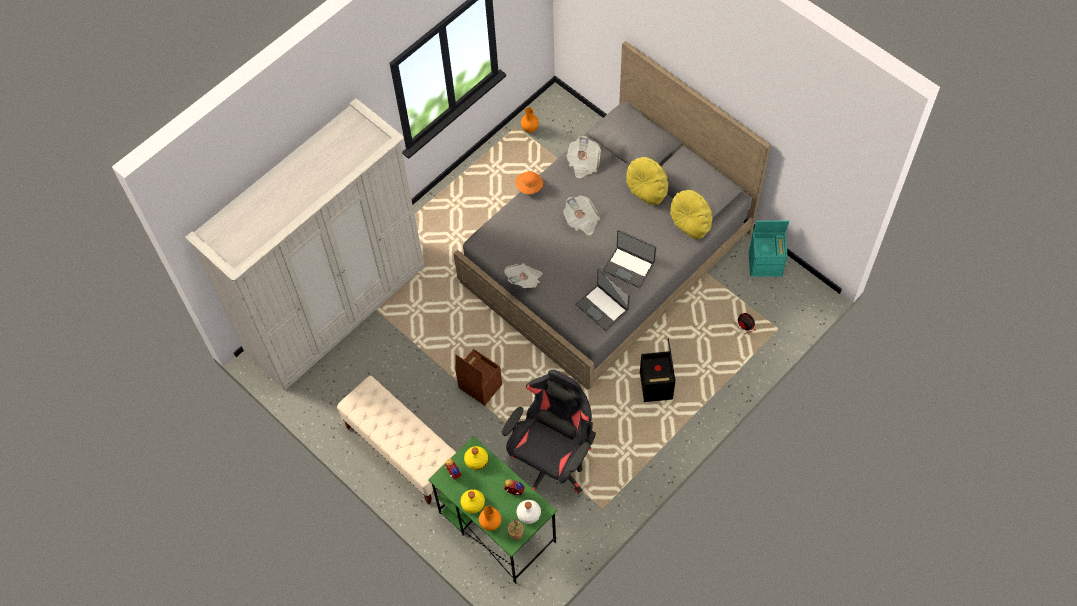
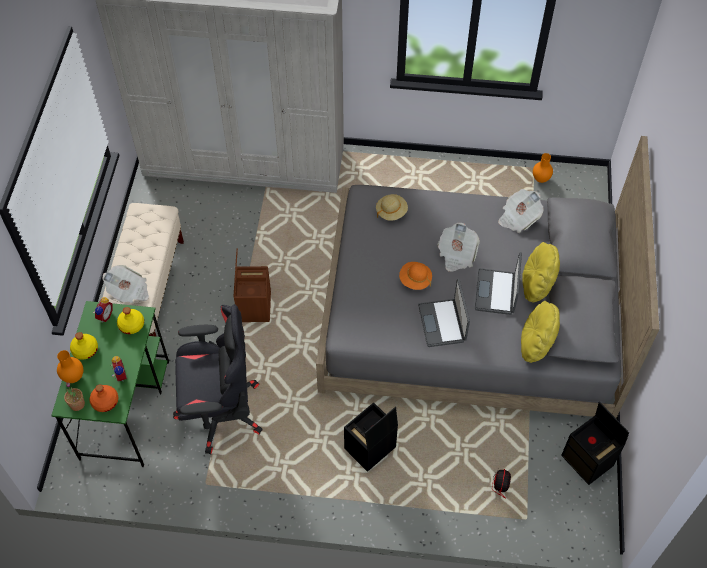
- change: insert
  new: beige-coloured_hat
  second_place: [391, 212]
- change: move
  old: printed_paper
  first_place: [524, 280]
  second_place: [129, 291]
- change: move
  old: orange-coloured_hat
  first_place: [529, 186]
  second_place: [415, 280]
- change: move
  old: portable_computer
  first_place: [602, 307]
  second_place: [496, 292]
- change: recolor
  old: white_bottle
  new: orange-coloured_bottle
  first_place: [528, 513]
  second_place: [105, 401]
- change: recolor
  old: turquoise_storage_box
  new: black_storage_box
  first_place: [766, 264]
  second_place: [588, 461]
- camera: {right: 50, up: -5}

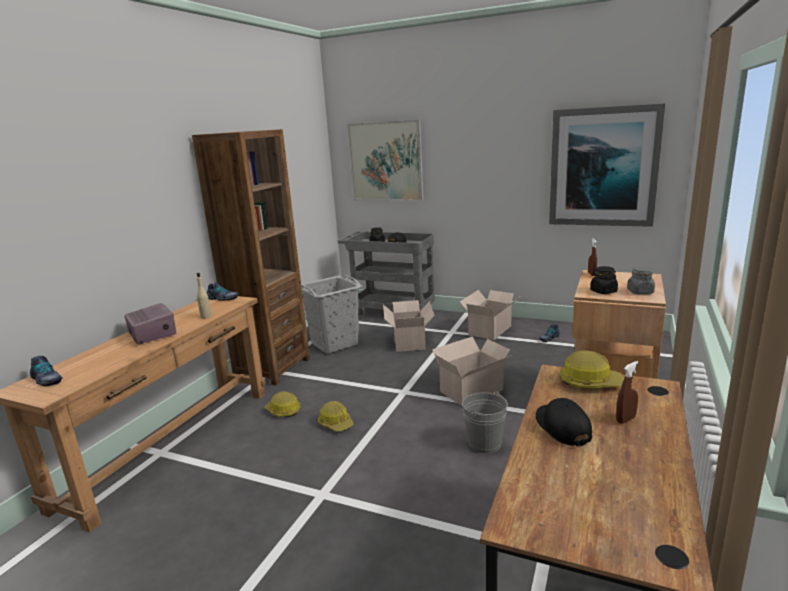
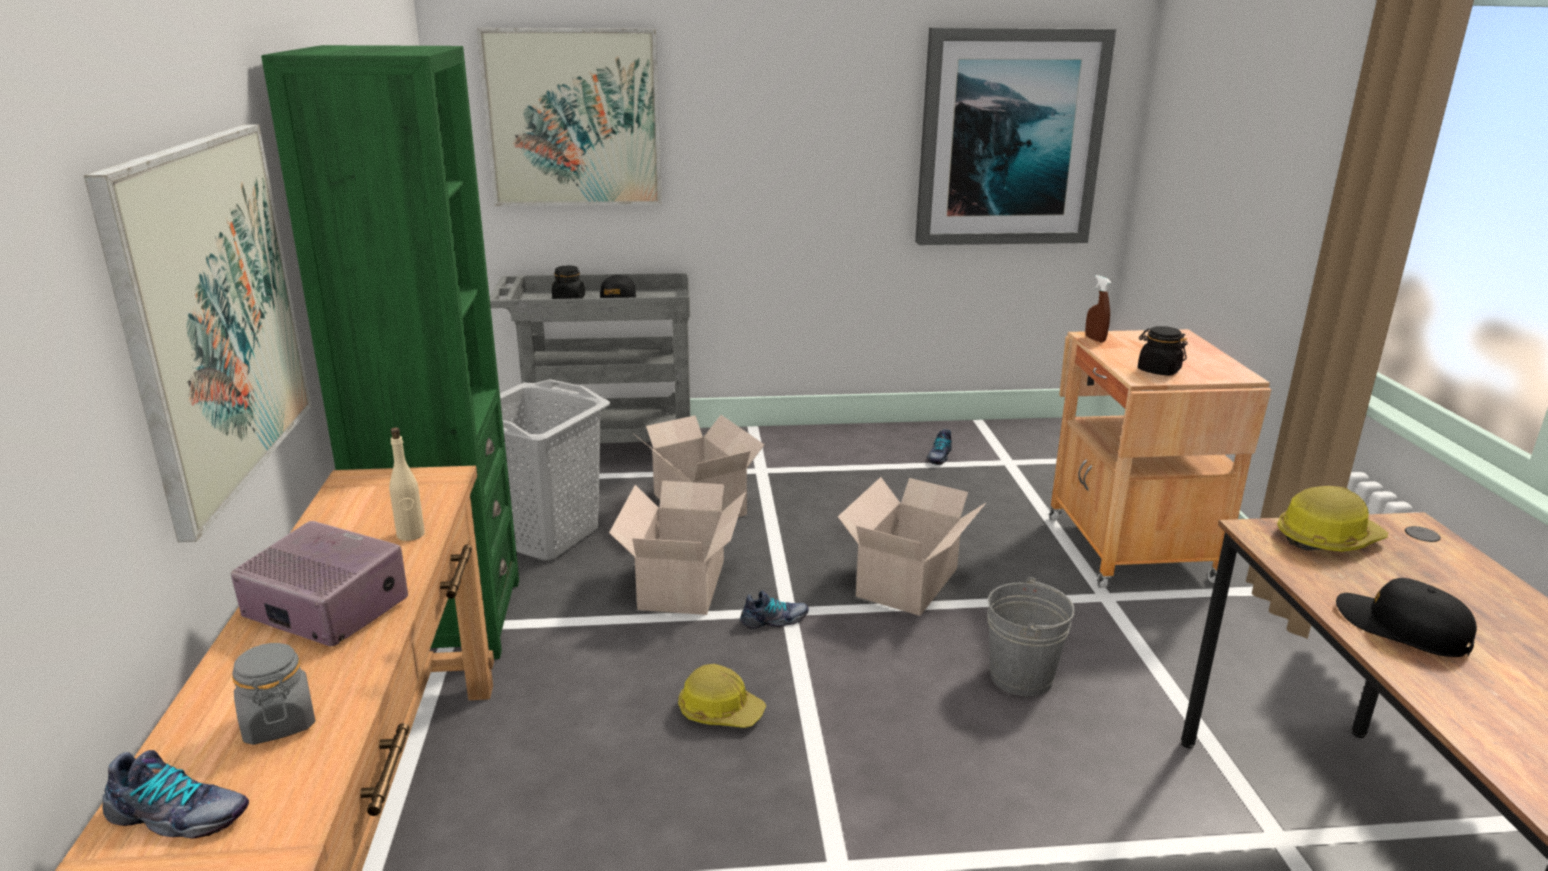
- change: delete
  old: hard_hat
  first_place: [283, 411]
- change: delete
  old: brownish_spray_bottle
  first_place: [625, 419]
- change: insert
  new: picture
  second_place: [213, 315]
- change: move
  old: shoe
  first_place: [222, 298]
  second_place: [774, 620]
- change: move
  old: packing_box
  first_place: [491, 330]
  second_place: [683, 583]
- change: move
  old: grey_preserve_jar
  first_place: [640, 292]
  second_place: [278, 722]
- change: recolor
  old: brownish_shelving_unit
  new: greenish_shelving_unit
  first_place: [272, 368]
  second_place: [449, 620]
- camera: {right: -30, up: 5}

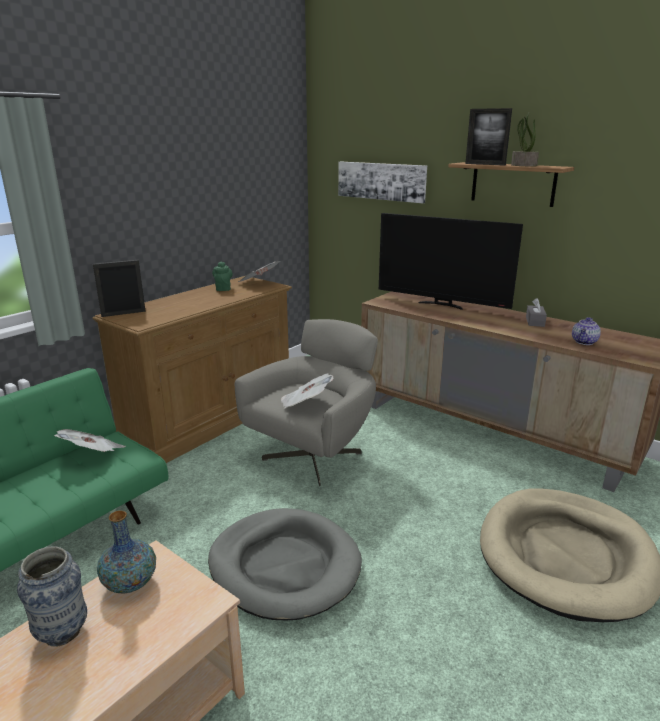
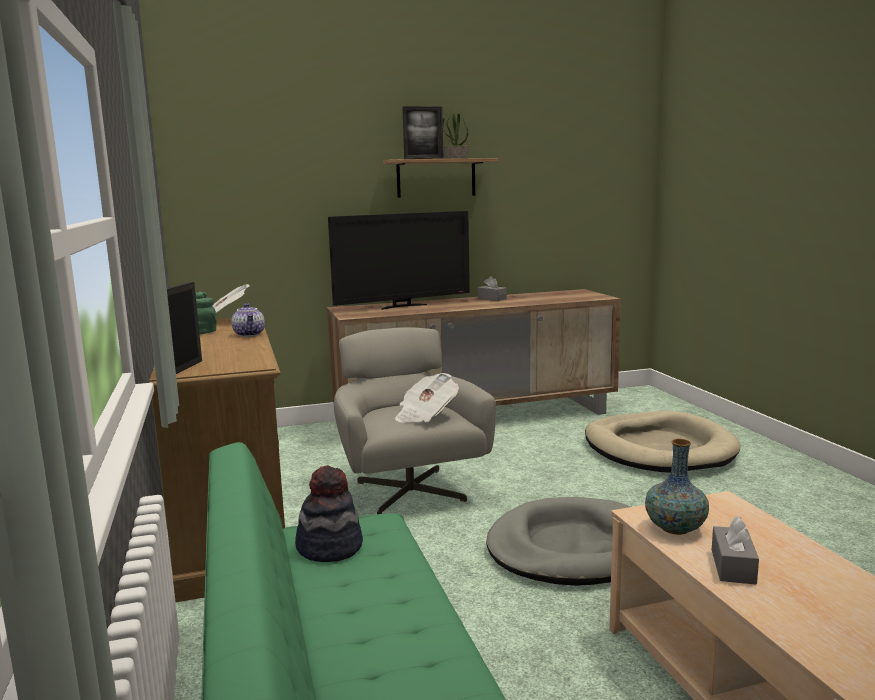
- change: delete
  old: picture
  first_place: [381, 181]
- change: move
  old: teapot
  first_place: [584, 342]
  second_place: [250, 334]
- change: replace
  old: flower_vase
  new: grey_tissue_holder
  first_place: [62, 633]
  second_place: [733, 566]
- change: replace
  old: printed_paper
  new: hat
  first_place: [93, 454]
  second_place: [329, 547]
- camera: {right: -55, up: -10}

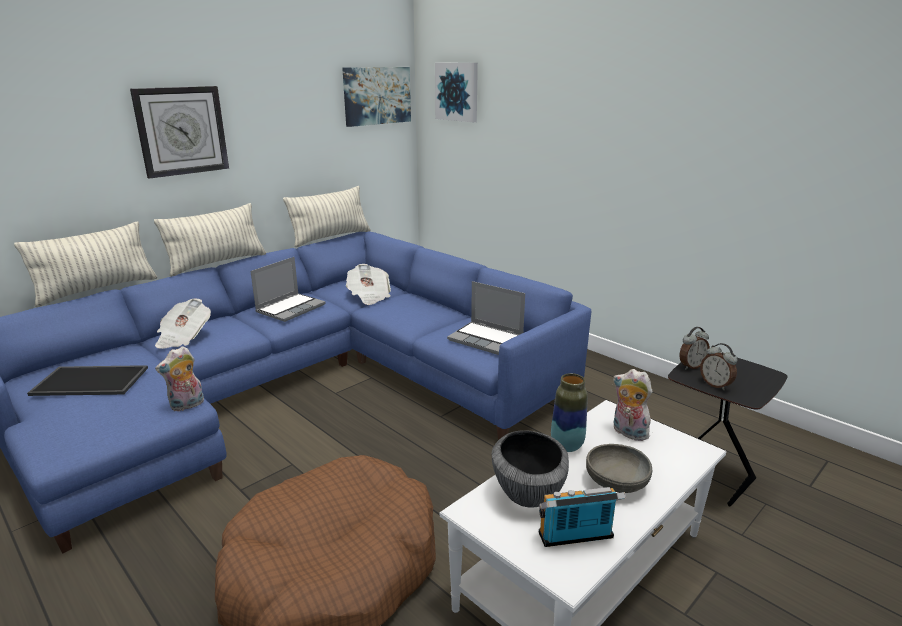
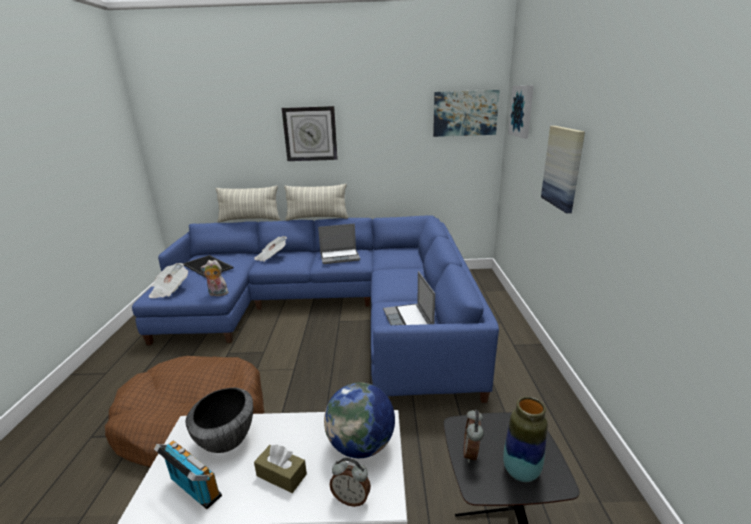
- change: delete
  old: cushion
  first_place: [331, 237]
- change: insert
  new: picture
  second_place: [563, 167]
- change: move
  old: printed_paper
  first_place: [369, 296]
  second_place: [170, 290]
- change: move
  old: flower_vase
  first_place: [567, 446]
  second_place: [521, 471]
- change: move
  old: bedside_clock
  first_place: [691, 366]
  second_place: [351, 498]
- change: replace
  old: grey_deep_dish
  new: brownish_tissue_holder
  first_place: [616, 483]
  second_place: [281, 475]
- change: replace
  old: soft_toy
  new: world_globe
  first_place: [628, 433]
  second_place: [361, 445]
- camera: {right: 45, up: 0}

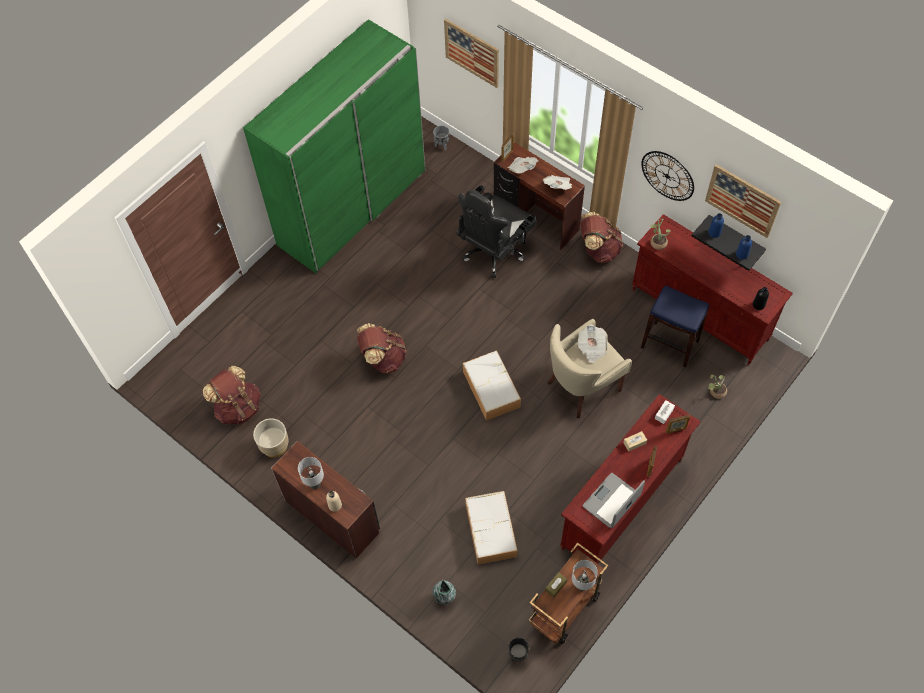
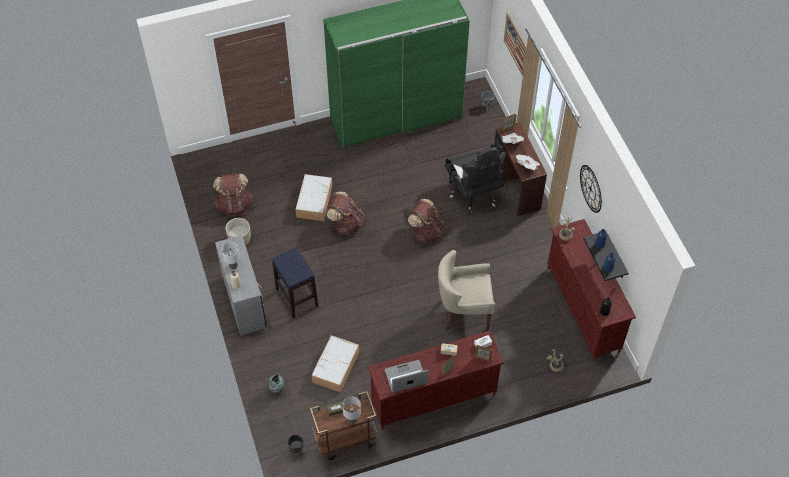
- change: delete
  old: printed_paper
  first_place: [592, 348]
- change: delete
  old: picture
  first_place: [742, 200]
- change: move
  old: storage_box
  first_place: [490, 388]
  second_place: [314, 200]
- change: move
  old: brownish_backpack
  first_place: [598, 249]
  second_place: [427, 232]
- change: move
  old: stool_seat
  first_place: [670, 344]
  second_place: [297, 298]
- change: recolor
  old: brownish_desk_table
  new: grey_desk_table
  first_place: [332, 515]
  second_place: [245, 301]
- change: rotate
  old: black_office_chair
  first_place: [495, 249]
  second_place: [472, 193]
  degrees: -90
- camera: {right: 30, up: -5}

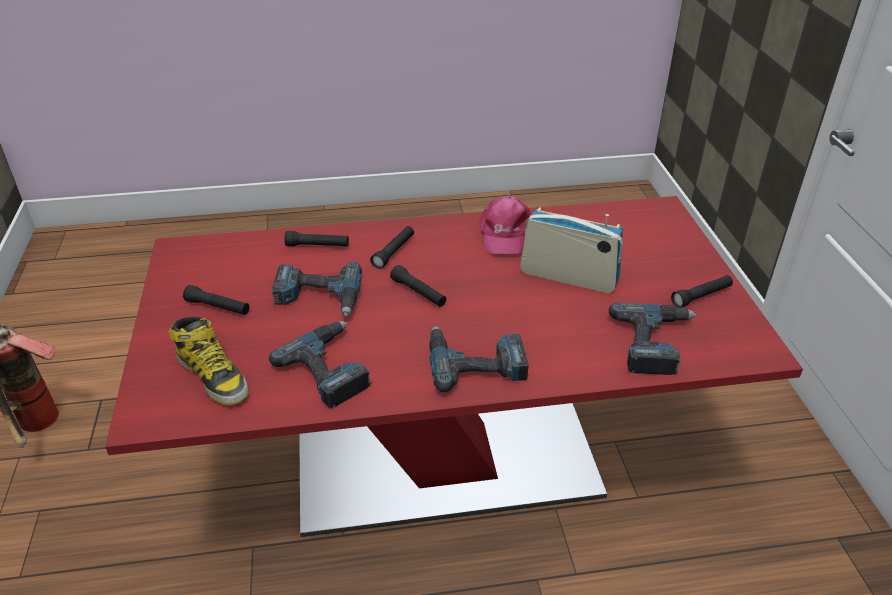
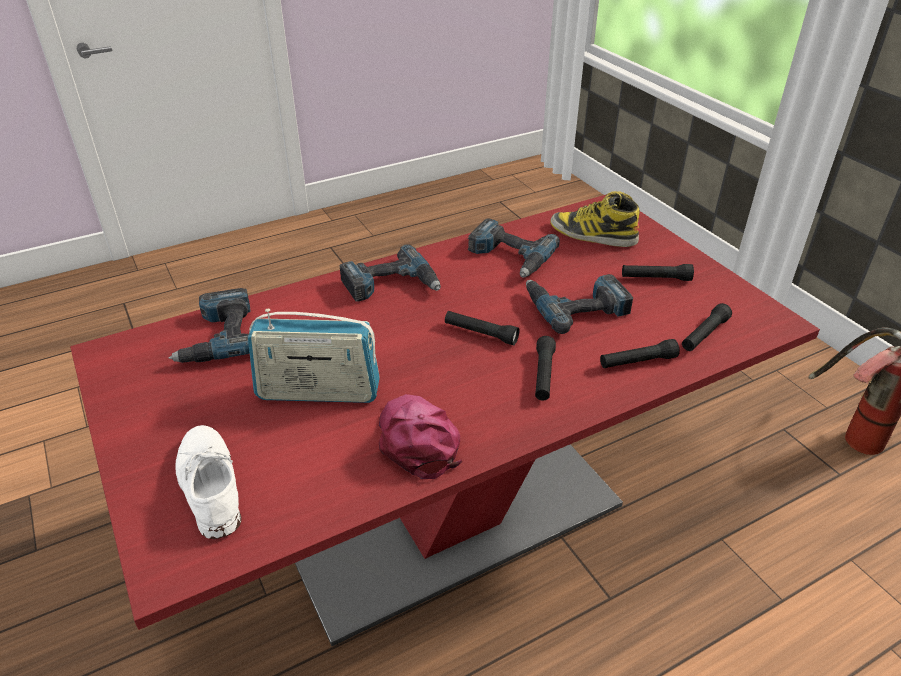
- change: insert
  new: white_shoe
  second_place: [209, 484]
- change: move
  old: black_hand_torch
  first_place: [701, 296]
  second_place: [704, 335]
- camera: {right: 160, up: 0}

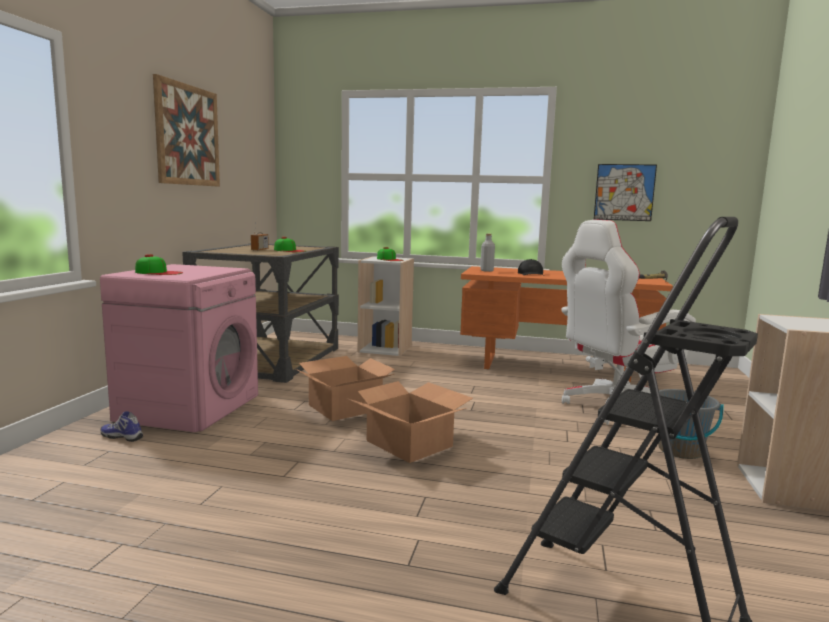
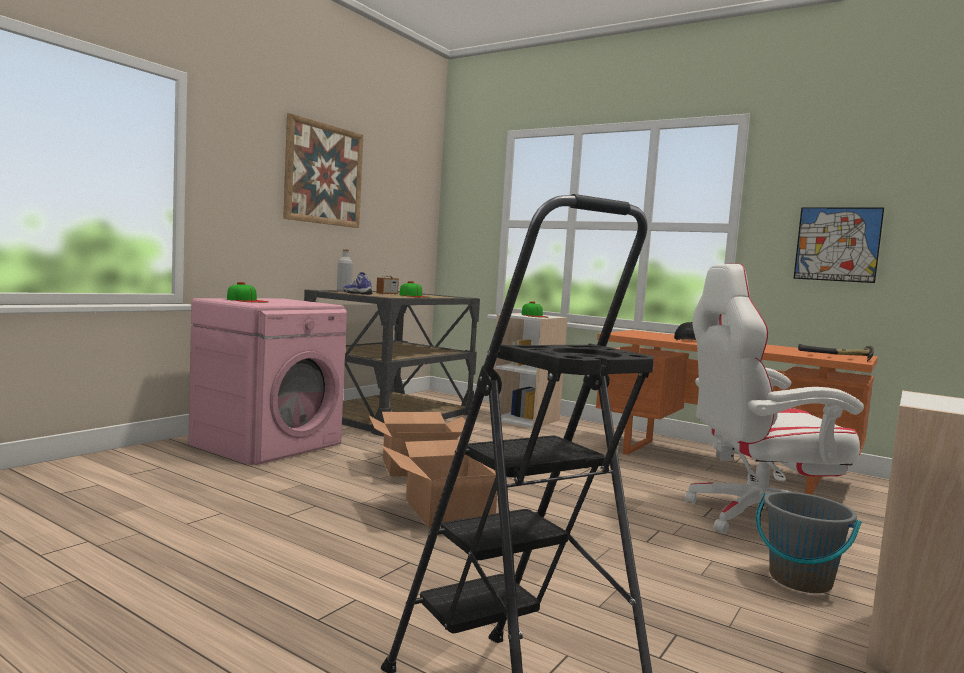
- change: move
  old: shoe
  first_place: [123, 437]
  second_place: [358, 294]
- change: move
  old: grey_bottle
  first_place: [486, 271]
  second_place: [344, 291]
- camera: {right: 20, up: -5}

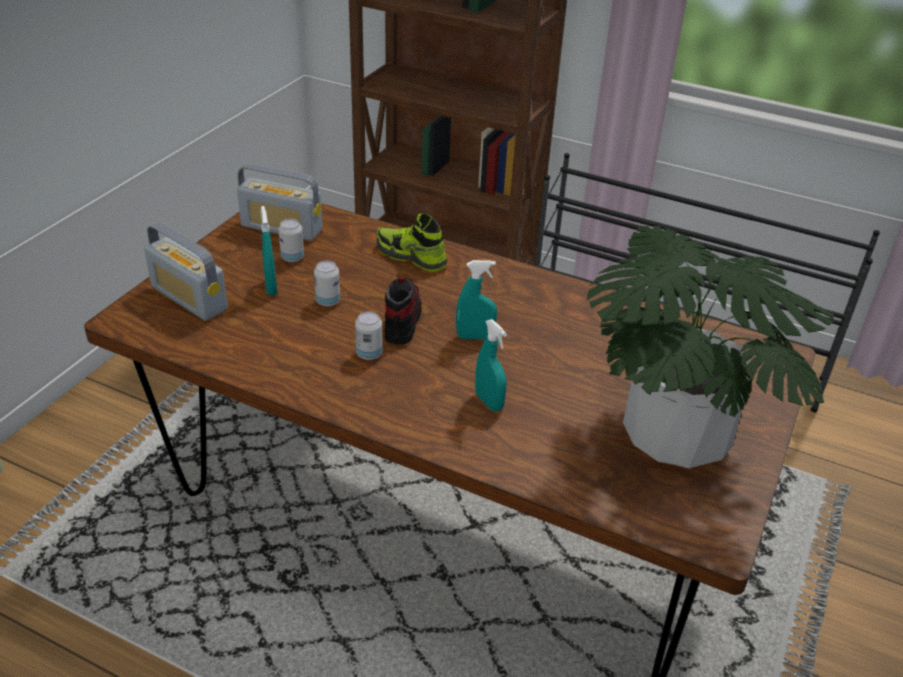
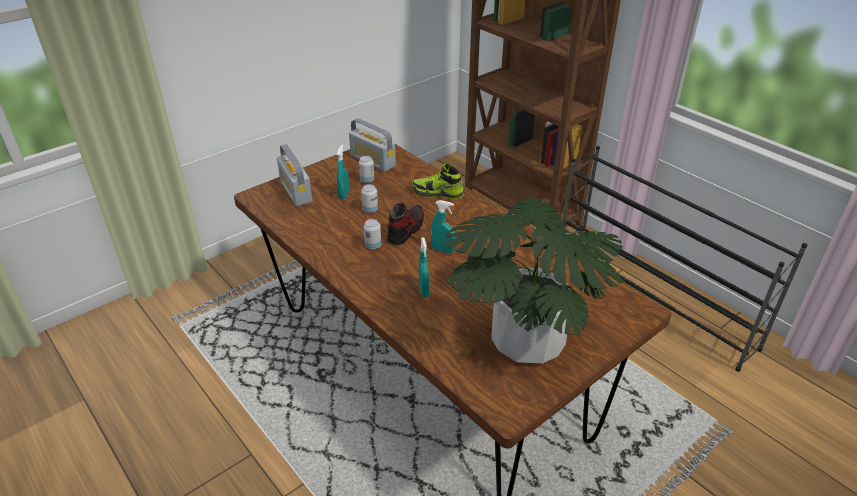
- change: rotate
  old: shoe
  first_place: [411, 256]
  second_place: [437, 193]
  degrees: -45
- camera: {right: 25, up: 0}

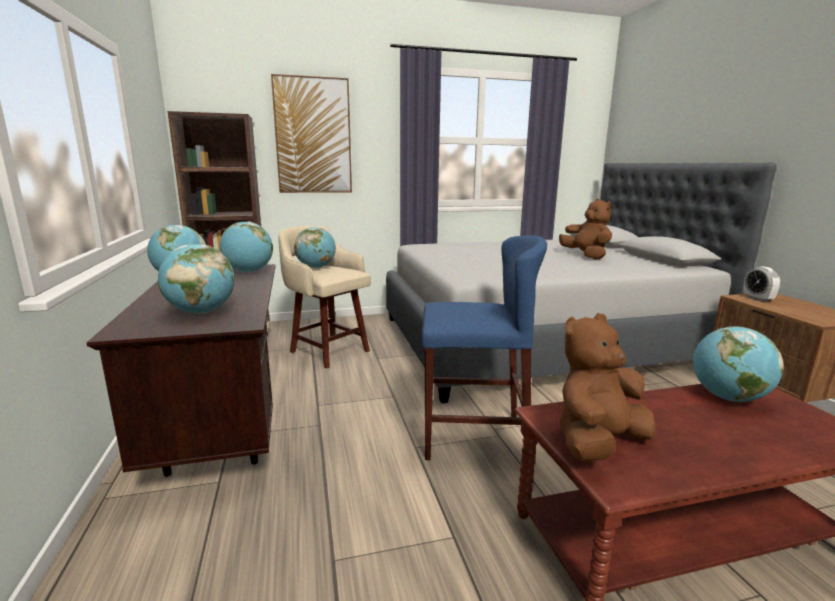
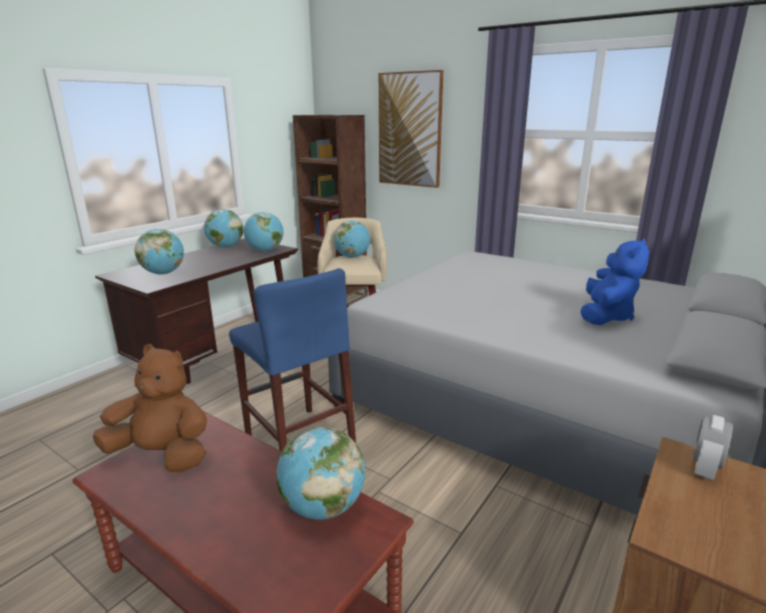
- change: recolor
  old: brownish_soft_toy
  new: bluish_soft_toy
  first_place: [586, 256]
  second_place: [605, 316]
- camera: {right: 50, up: 5}

